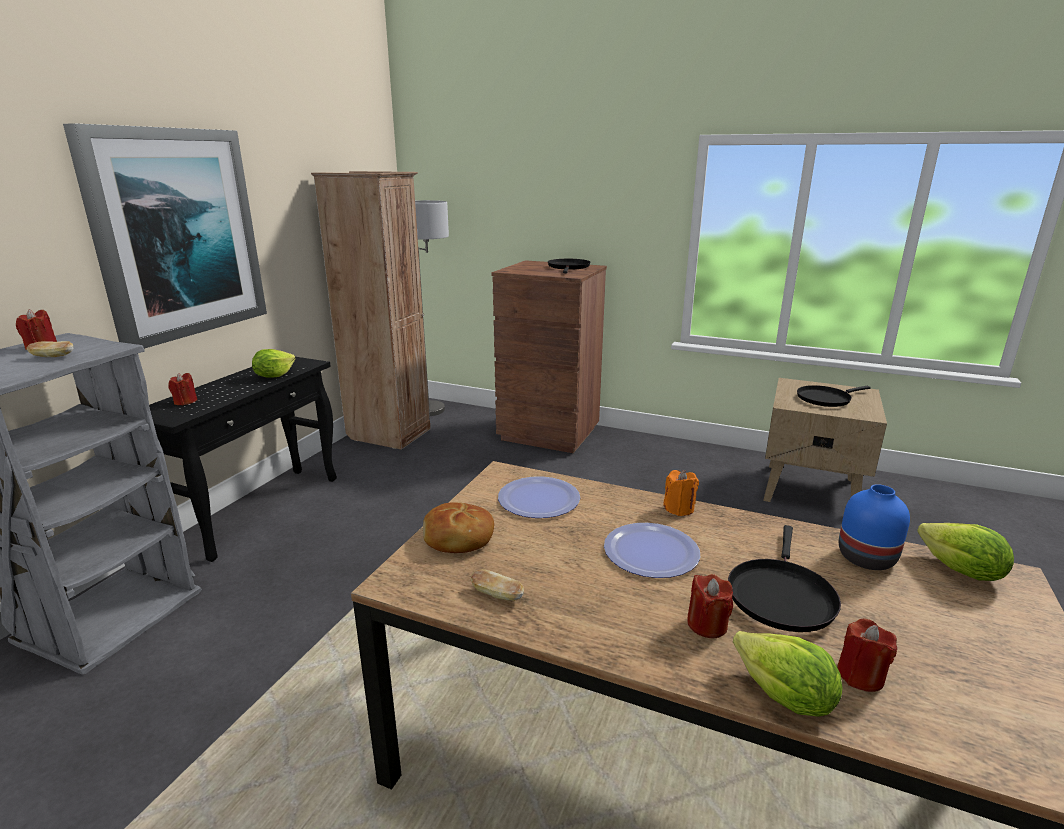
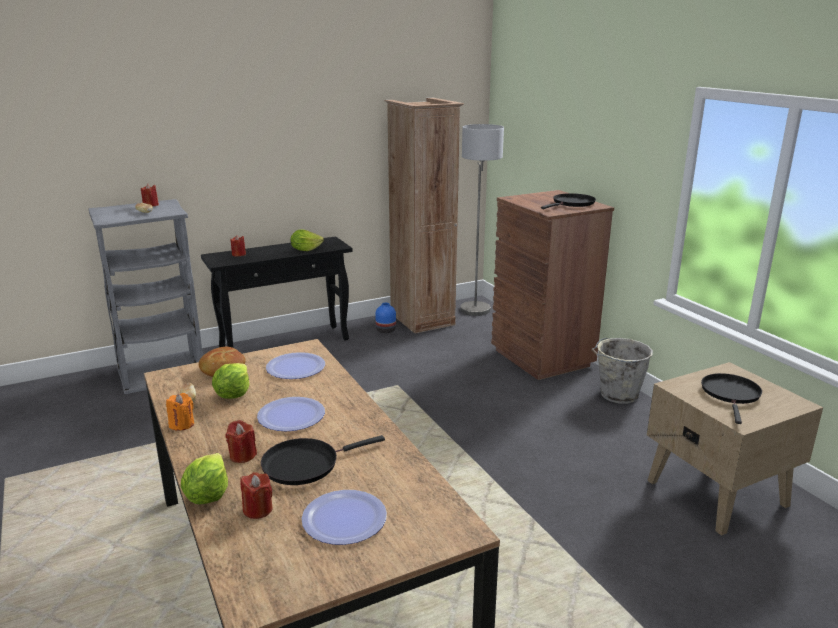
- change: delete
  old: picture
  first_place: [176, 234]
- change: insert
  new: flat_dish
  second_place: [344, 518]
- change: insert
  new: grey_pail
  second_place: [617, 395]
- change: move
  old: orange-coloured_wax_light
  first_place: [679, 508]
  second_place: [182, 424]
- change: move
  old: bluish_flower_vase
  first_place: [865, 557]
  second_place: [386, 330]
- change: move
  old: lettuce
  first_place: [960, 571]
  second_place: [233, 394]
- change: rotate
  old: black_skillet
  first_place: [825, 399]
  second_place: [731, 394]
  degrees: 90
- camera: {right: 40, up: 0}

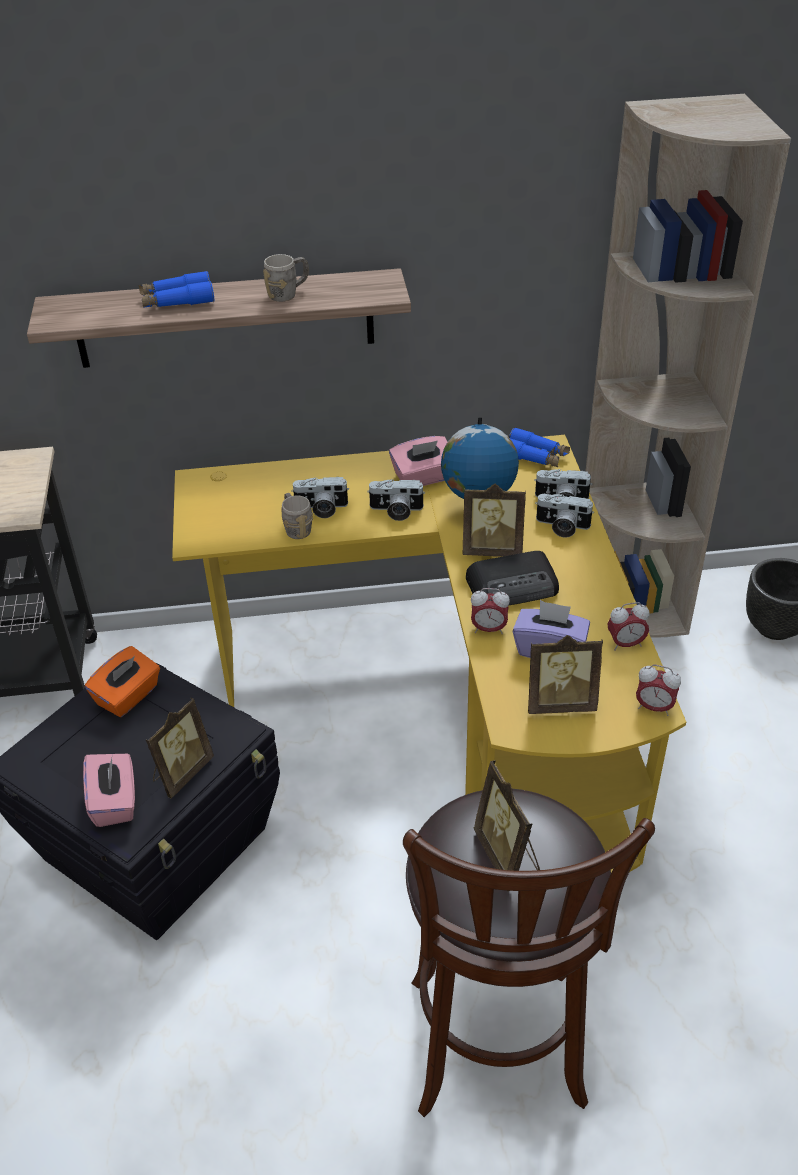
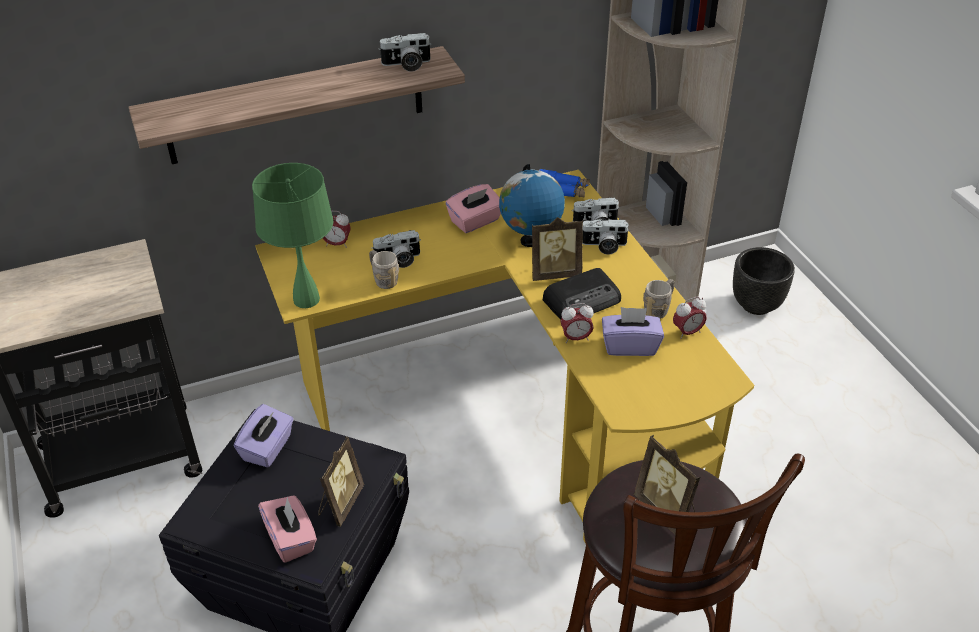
- change: delete
  old: bluish_field_glasses
  first_place: [177, 300]
- change: delete
  old: photo_frame
  first_place: [560, 703]
- change: insert
  new: greenish_table_lamp
  second_place: [306, 300]
- change: move
  old: grey_tea_mug
  first_place: [288, 293]
  second_place: [659, 309]
- change: move
  old: photo_camera
  first_place: [396, 511]
  second_place: [406, 65]
- change: move
  old: bedside_clock
  first_place: [654, 707]
  second_place: [337, 244]
- change: recolor
  old: orange-coloured_tissue_holder
  new: purple-coloured_tissue_holder
  first_place: [128, 696]
  second_place: [268, 448]
- camera: {right: -15, up: 0}

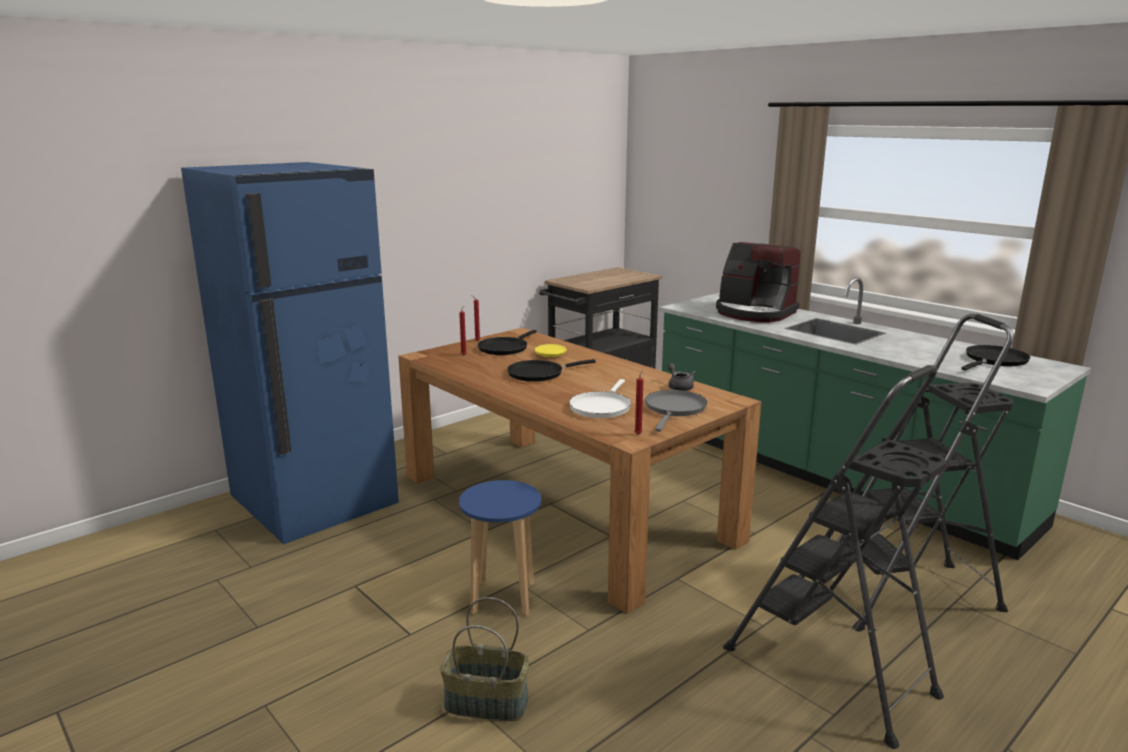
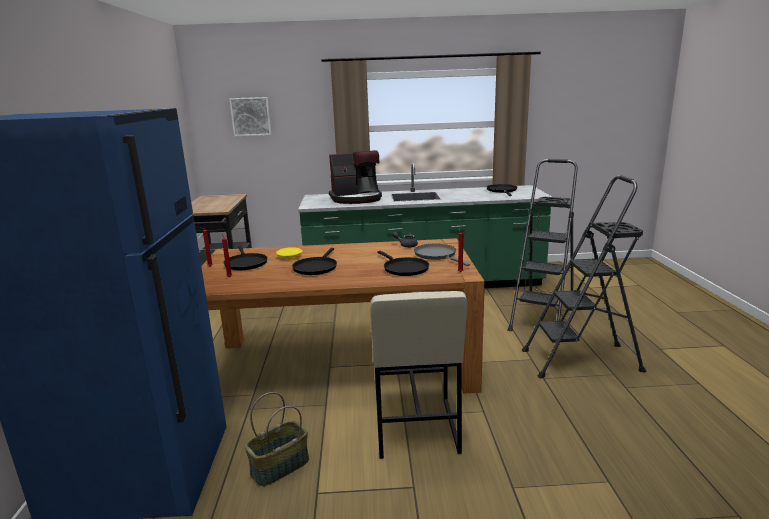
- change: insert
  new: picture
  second_place: [251, 116]
- change: move
  old: basket
  first_place: [485, 704]
  second_place: [280, 467]
- change: replace
  old: bluish_stool_seat
  new: beige-coloured_upright_chair
  first_place: [502, 598]
  second_place: [416, 429]
- change: recolor
  old: white_skillet
  new: black_skillet
  first_place: [601, 407]
  second_place: [404, 268]
- camera: {right: -50, up: 0}

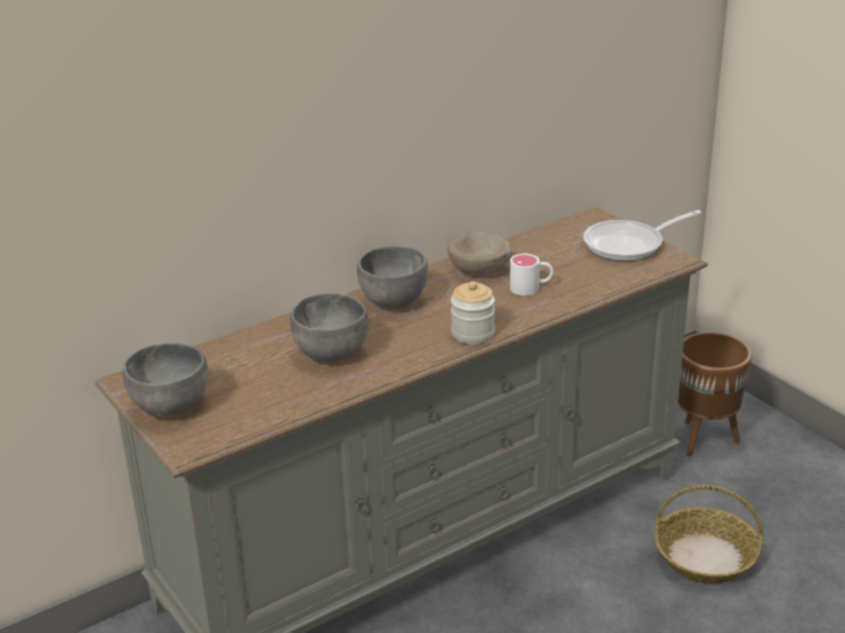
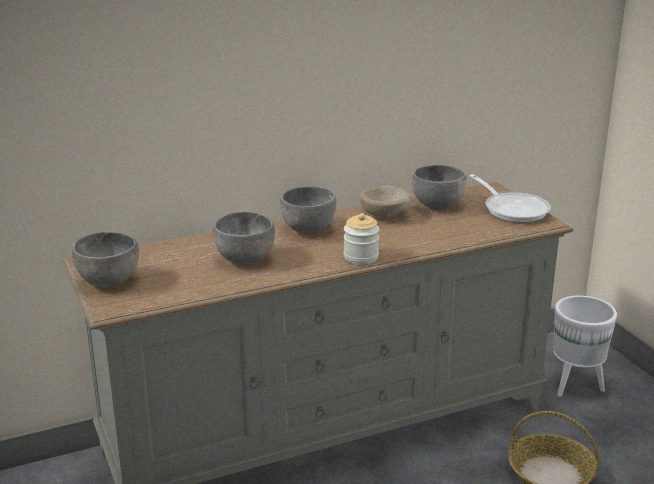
- change: delete
  old: white_tea_mug
  first_place: [531, 288]
- change: insert
  new: grey_deep_dish
  second_place: [438, 205]
- change: recolor
  old: brownish_plant_pot
  new: white_plant_pot
  first_place: [705, 439]
  second_place: [576, 385]
- change: rotate
  old: skillet
  first_place: [629, 244]
  second_place: [513, 209]
  degrees: -105
- camera: {right: 10, up: -5}

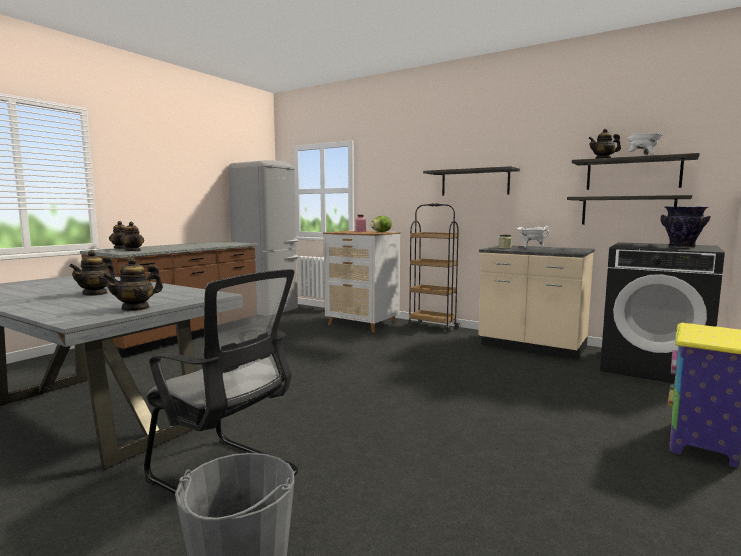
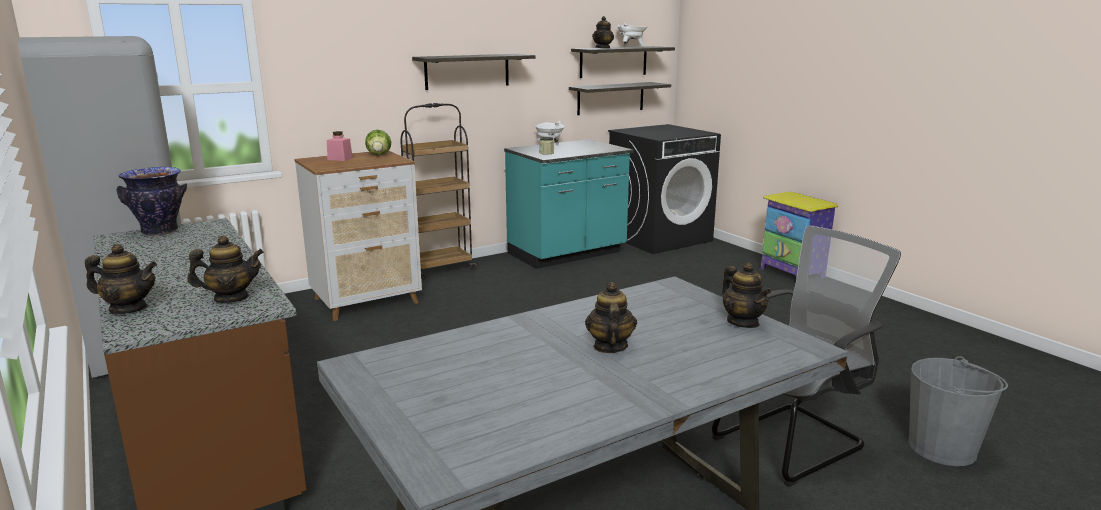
- change: move
  old: flower_vase
  first_place: [681, 247]
  second_place: [159, 231]
- change: recolor
  old: beige-coloured_kitchen_base_unit
  new: turquoise_kitchen_base_unit
  first_place: [532, 346]
  second_place: [567, 254]
- change: rotate
  old: teapot
  first_place: [95, 293]
  second_place: [609, 346]
  degrees: -135
- camera: {right: -65, up: 10}

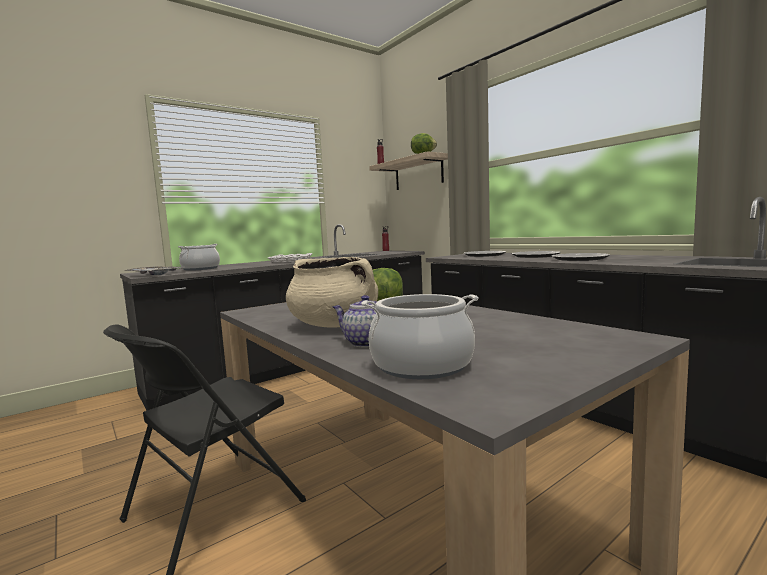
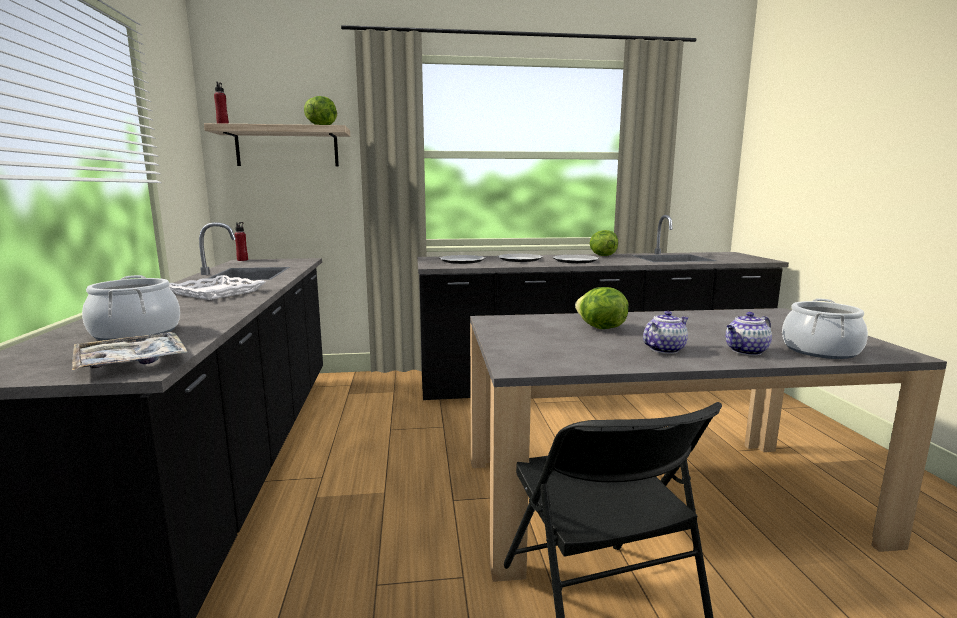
- change: insert
  new: lettuce
  second_place: [602, 255]
- change: replace
  old: beige-coloured_saucepot
  new: teapot
  first_place: [335, 325]
  second_place: [664, 349]
- camera: {right: -60, up: 5}

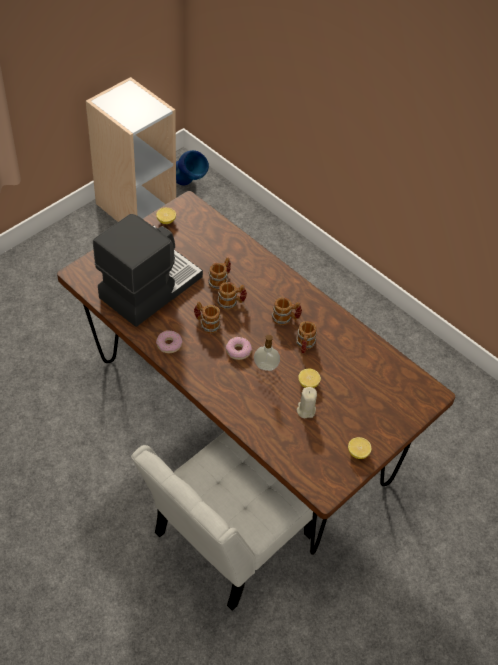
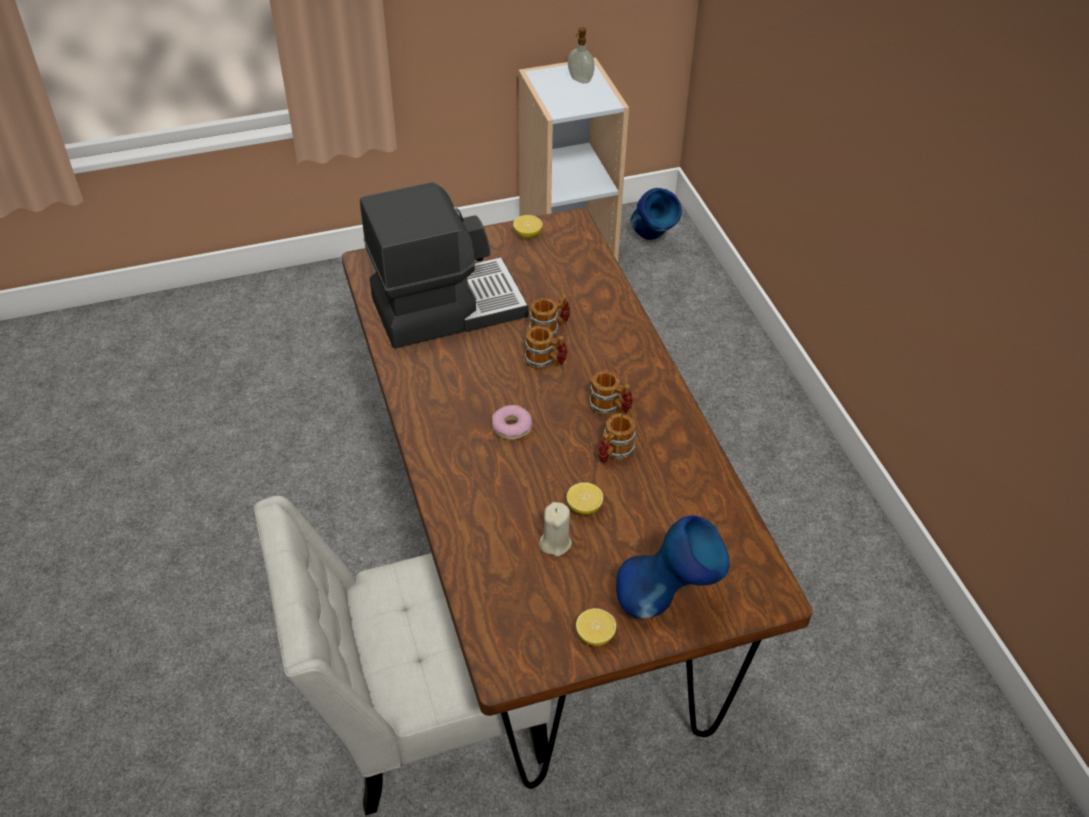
- change: delete
  old: doughnut
  first_place: [169, 344]
- change: delete
  old: tea_mug
  first_place: [206, 324]
- change: insert
  new: bluish_flower_vase
  second_place: [668, 602]
- change: move
  old: soap_bottle
  first_place: [265, 367]
  second_place: [579, 80]
- camera: {right: 30, up: -5}

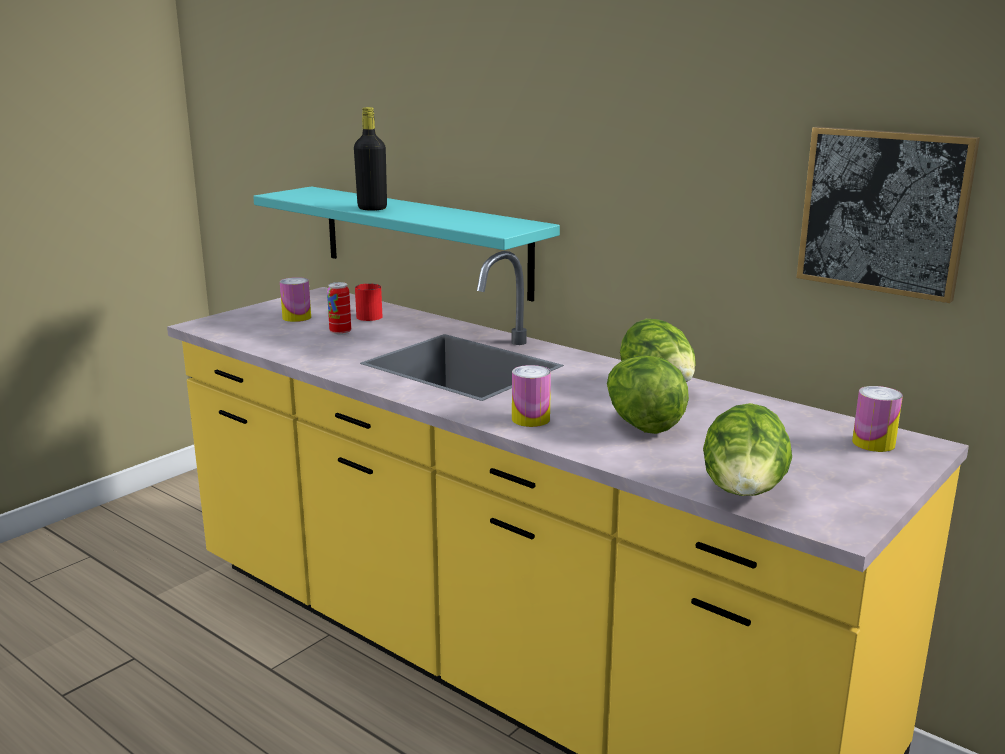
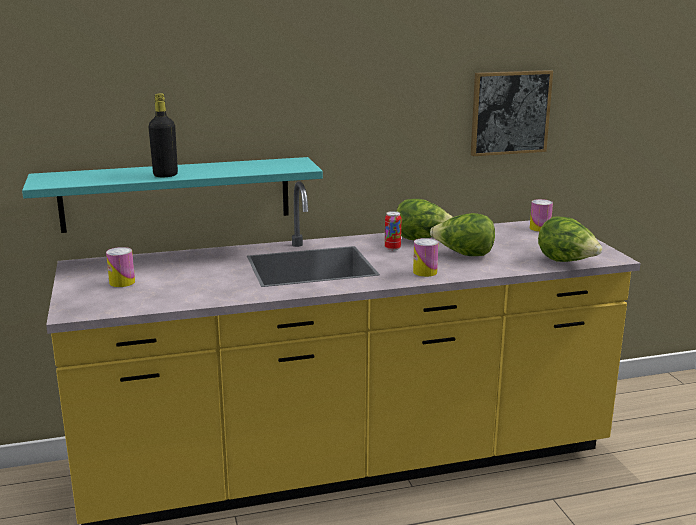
- change: delete
  old: red-coloured_tea_mug
  first_place: [368, 315]
- change: move
  old: metal_can
  first_place: [340, 332]
  second_place: [392, 248]
- camera: {right: -55, up: 0}

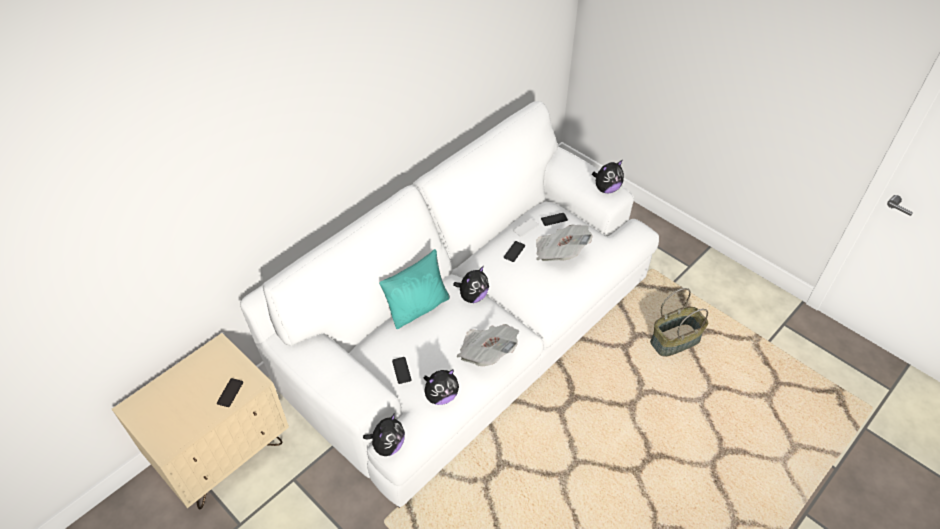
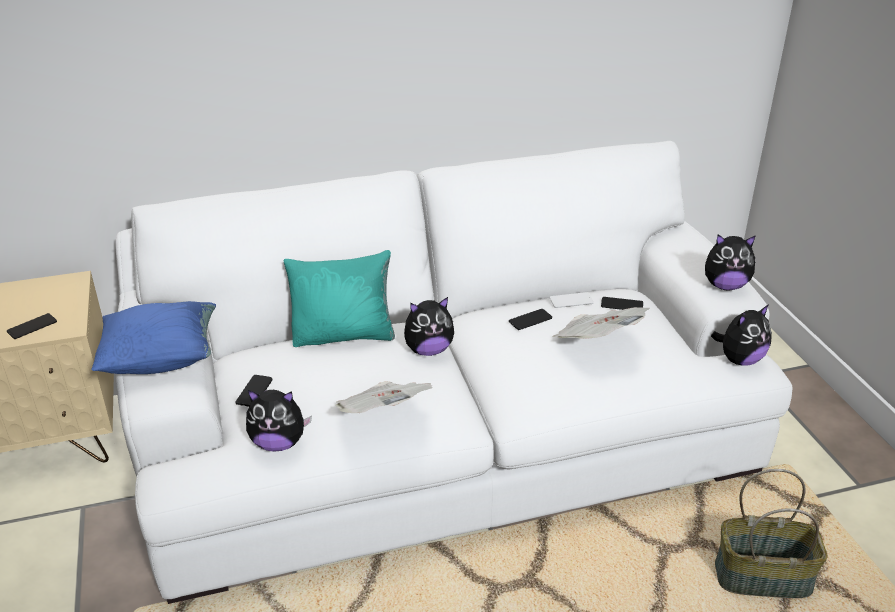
- change: insert
  new: bluish_cushion
  second_place: [161, 359]
- change: move
  old: soft_toy
  first_place: [387, 445]
  second_place: [739, 360]
- camera: {right: 30, up: -15}

